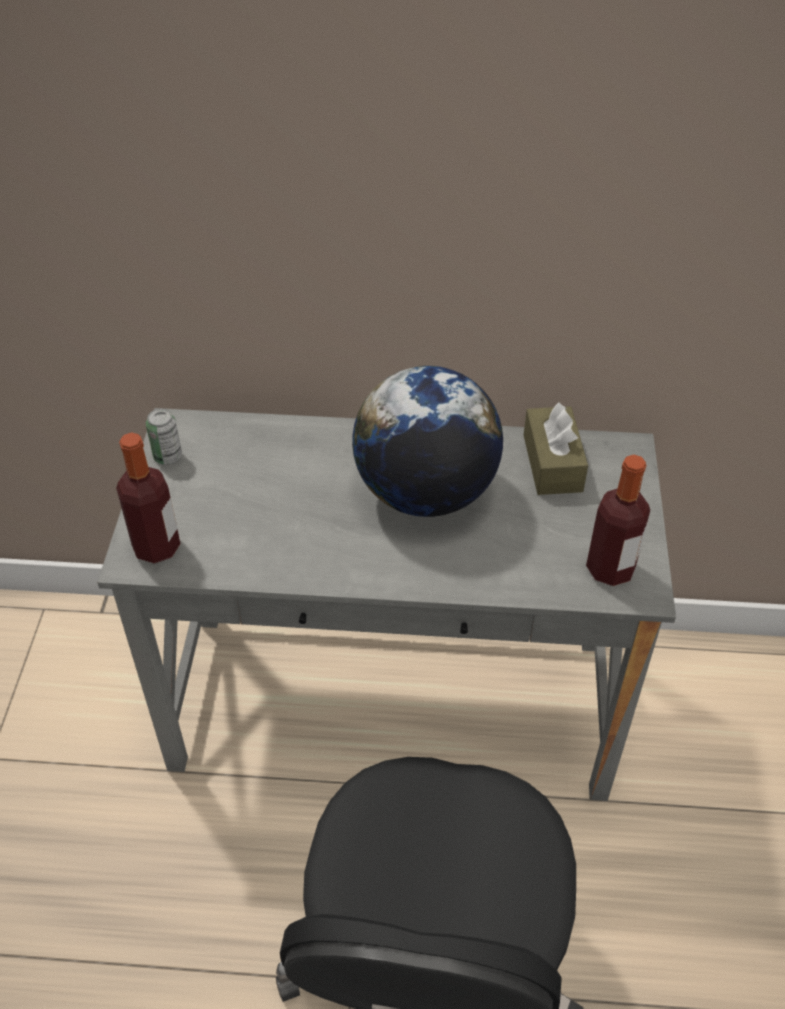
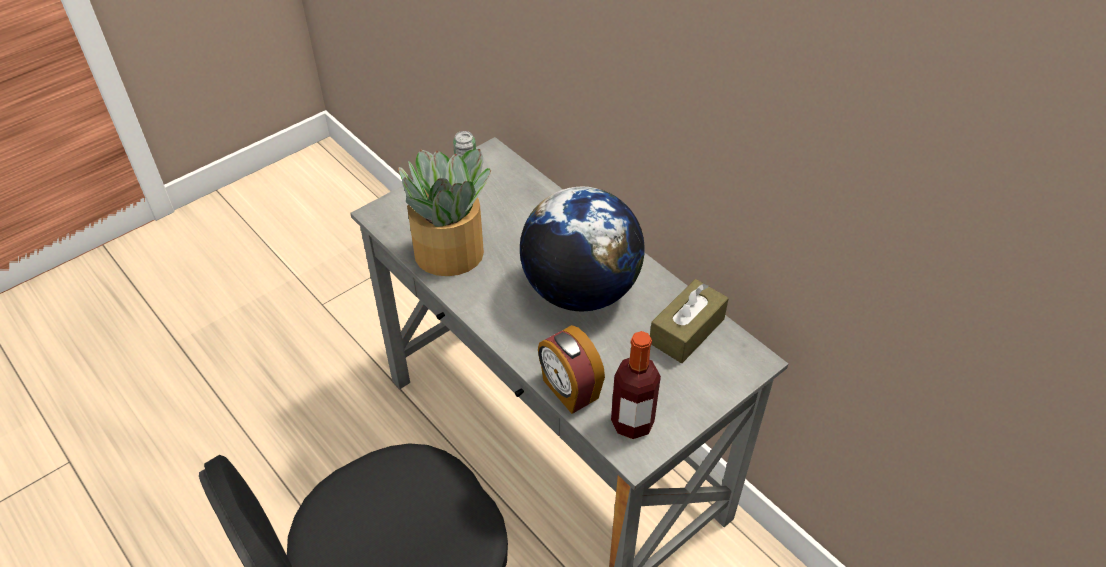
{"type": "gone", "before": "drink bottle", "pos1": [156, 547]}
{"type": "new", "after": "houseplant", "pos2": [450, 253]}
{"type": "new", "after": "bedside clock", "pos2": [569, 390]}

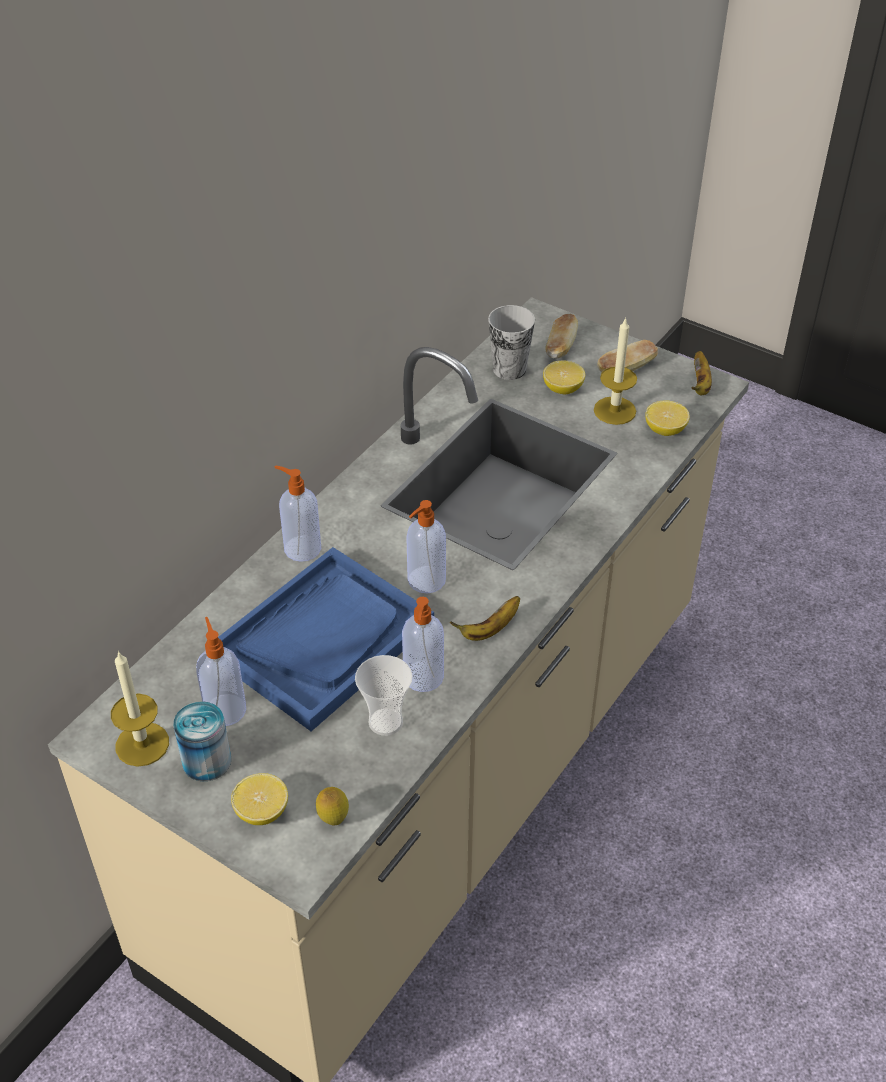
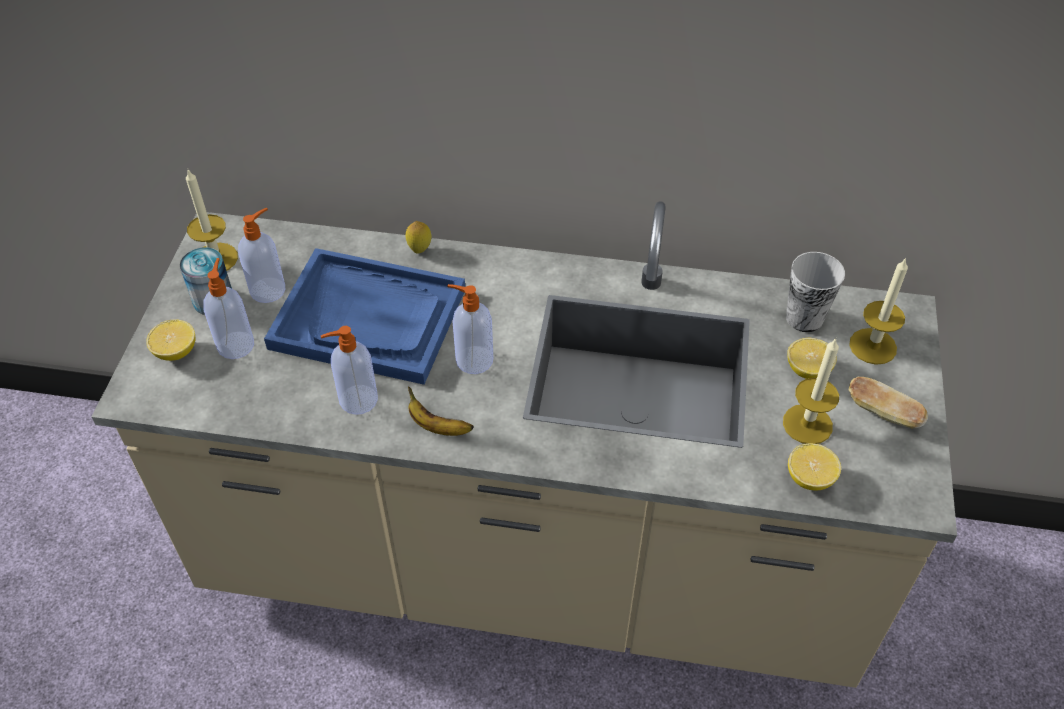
{"type": "swapped", "before": "bread", "after": "wax candle", "pos1": [560, 347], "pos2": [873, 346]}
{"type": "gone", "before": "banana", "pos1": [700, 384]}
{"type": "shifted", "before": "soap dispenser", "pos1": [301, 548], "pos2": [236, 344]}
{"type": "gone", "before": "cup", "pos1": [385, 722]}
{"type": "shifted", "before": "lemon", "pos1": [333, 818], "pos2": [419, 249]}

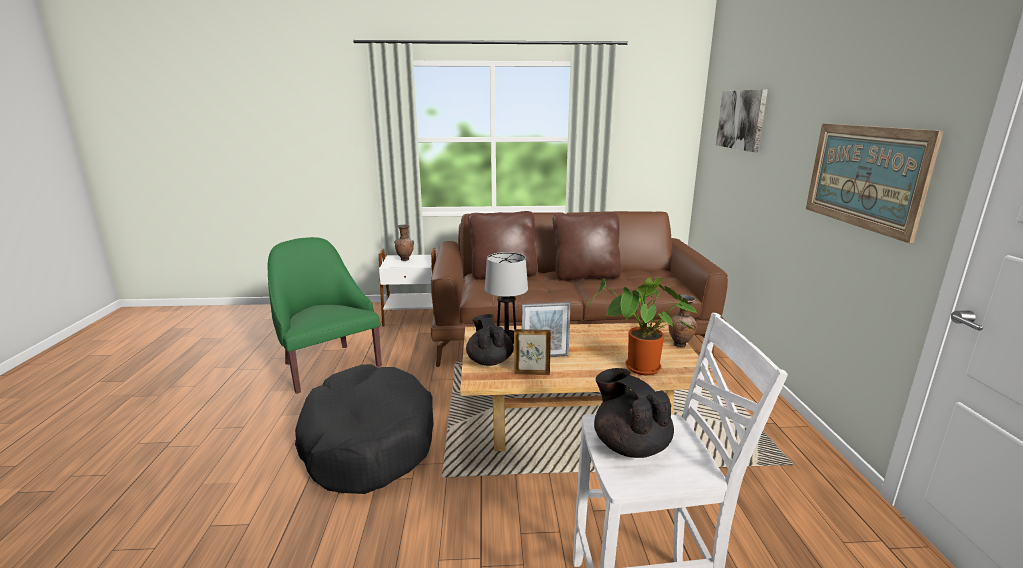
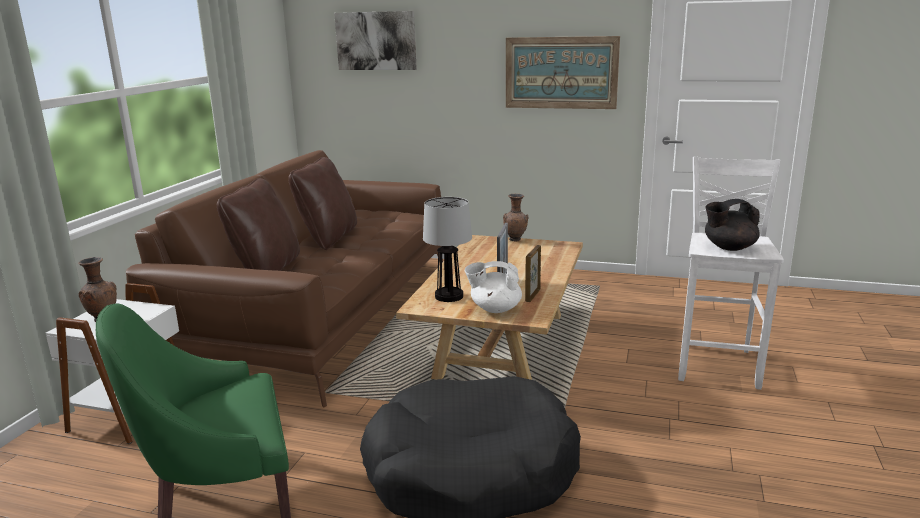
{"type": "gone", "before": "houseplant", "pos1": [640, 369]}
{"type": "repainted", "before": "black teapot", "after": "white teapot", "pos1": [489, 361], "pos2": [494, 309]}

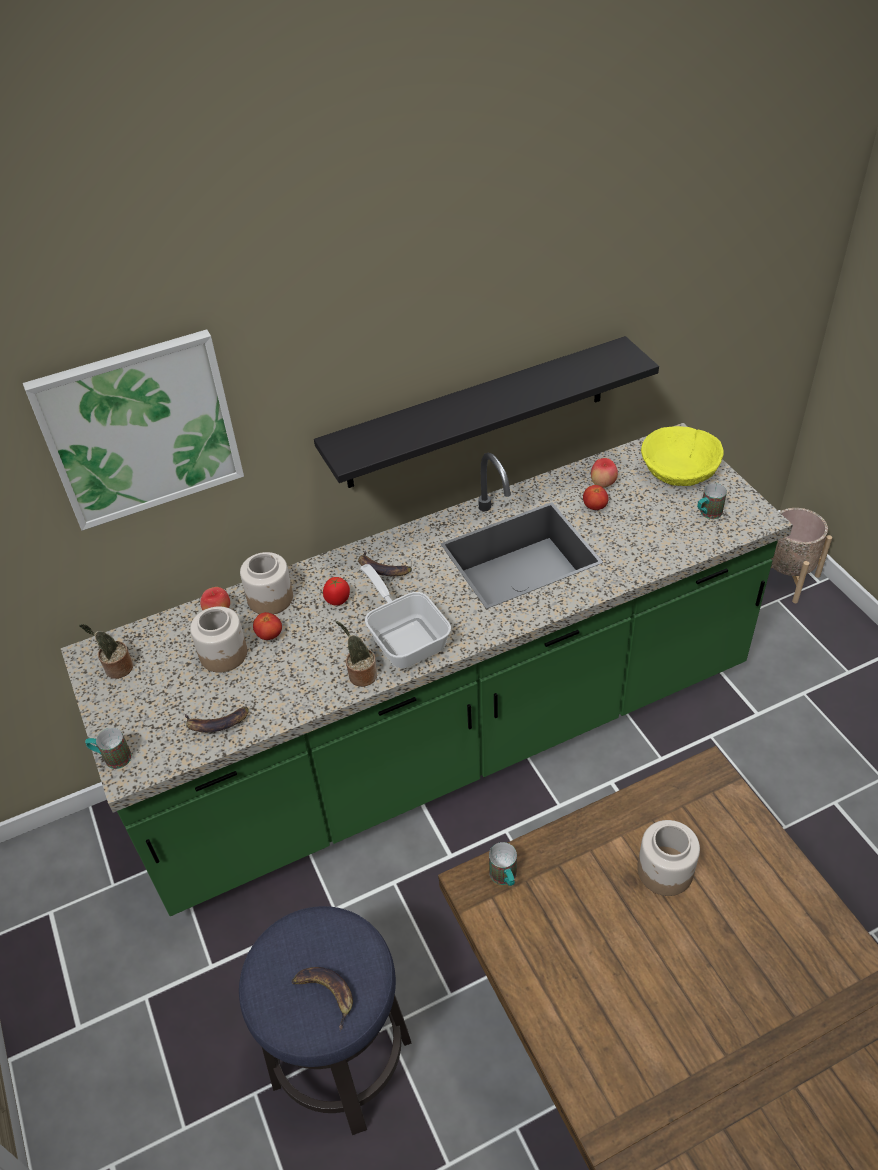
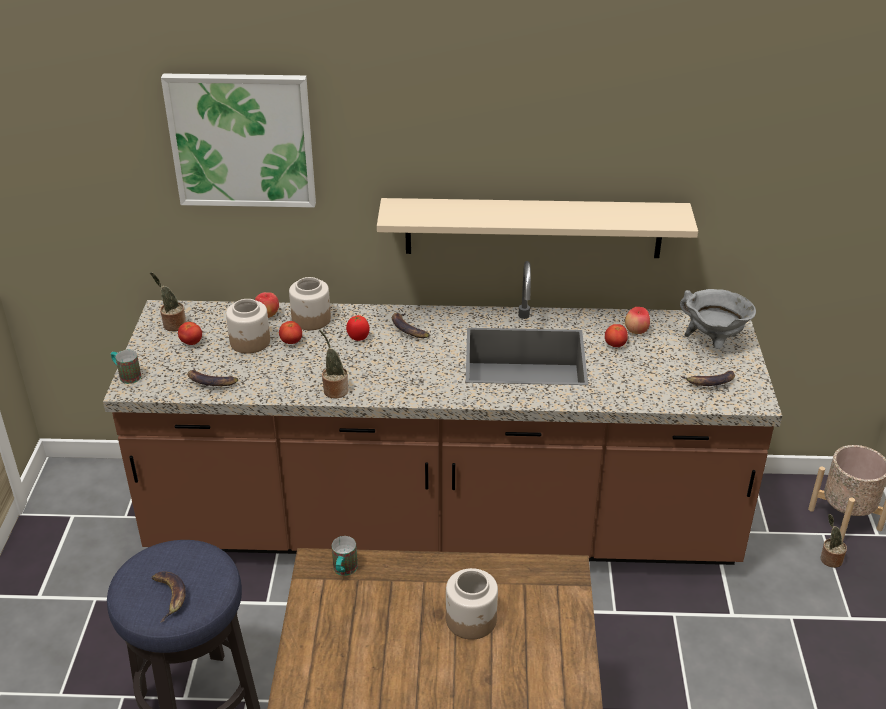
{"type": "repainted", "before": "black shelf", "after": "beige shelf", "pos1": [477, 413], "pos2": [533, 228]}
{"type": "repainted", "before": "green-coloured kitchen base unit", "after": "brown kitchen base unit", "pos1": [449, 739], "pos2": [443, 523]}
{"type": "swapped", "before": "yellow bowl", "after": "greyish stockpot", "pos1": [679, 469], "pos2": [713, 343]}
{"type": "swapped", "before": "mug", "after": "banana", "pos1": [707, 514], "pos2": [709, 382]}
{"type": "gone", "before": "pan", "pos1": [405, 637]}
{"type": "new", "after": "tomato", "pos2": [191, 342]}
{"type": "new", "after": "houseplant", "pos2": [829, 559]}

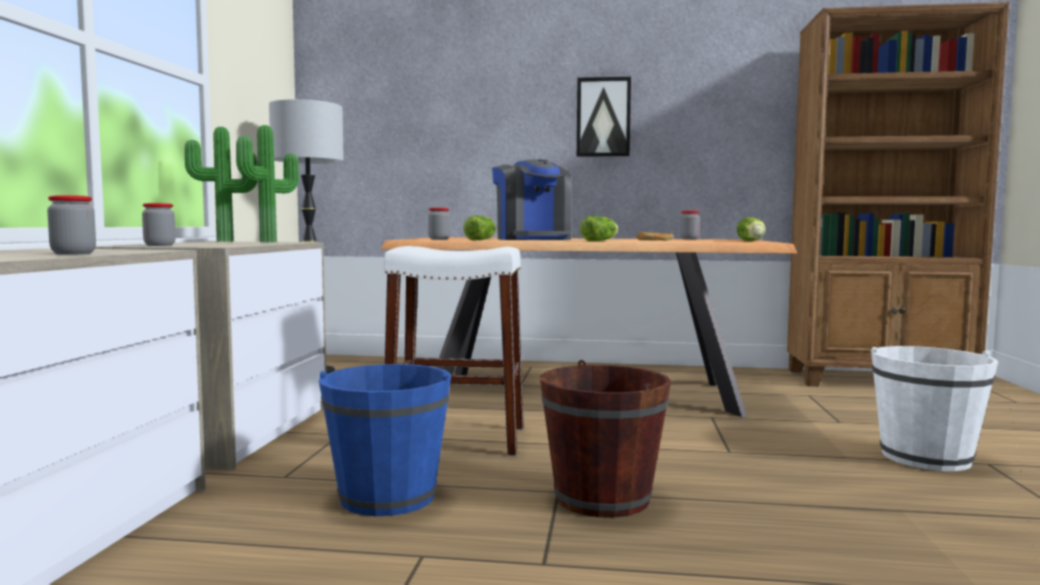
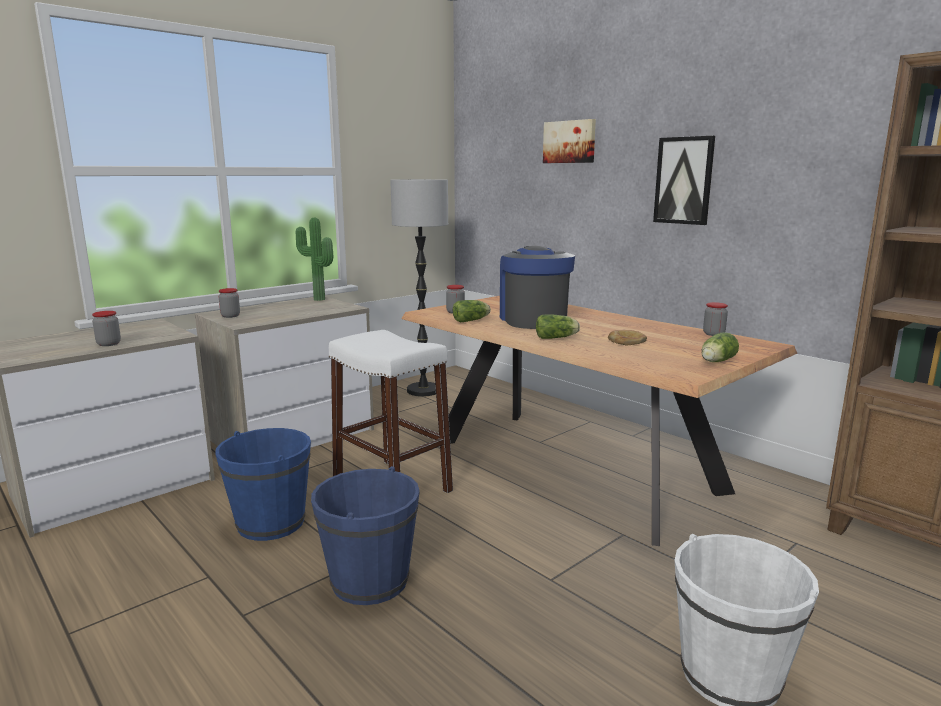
{"type": "gone", "before": "houseplant", "pos1": [271, 242]}
{"type": "rotated", "before": "coffee brewer", "pos1": [532, 239], "pos2": [533, 320], "turn": 150}
{"type": "repainted", "before": "brown water bucket", "after": "blue water bucket", "pos1": [602, 498], "pos2": [369, 581]}
{"type": "new", "after": "wall art", "pos2": [570, 142]}

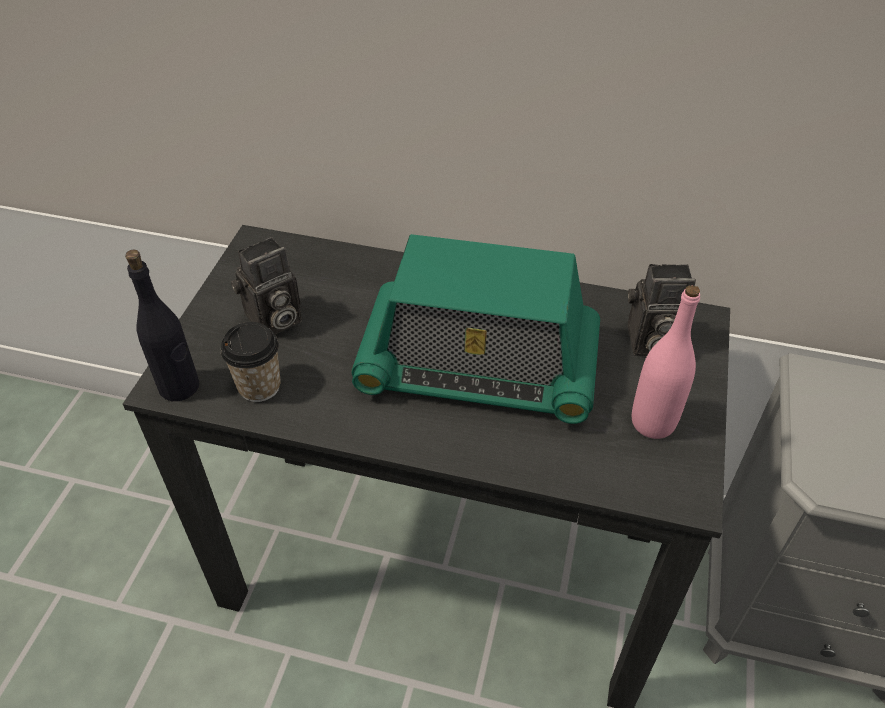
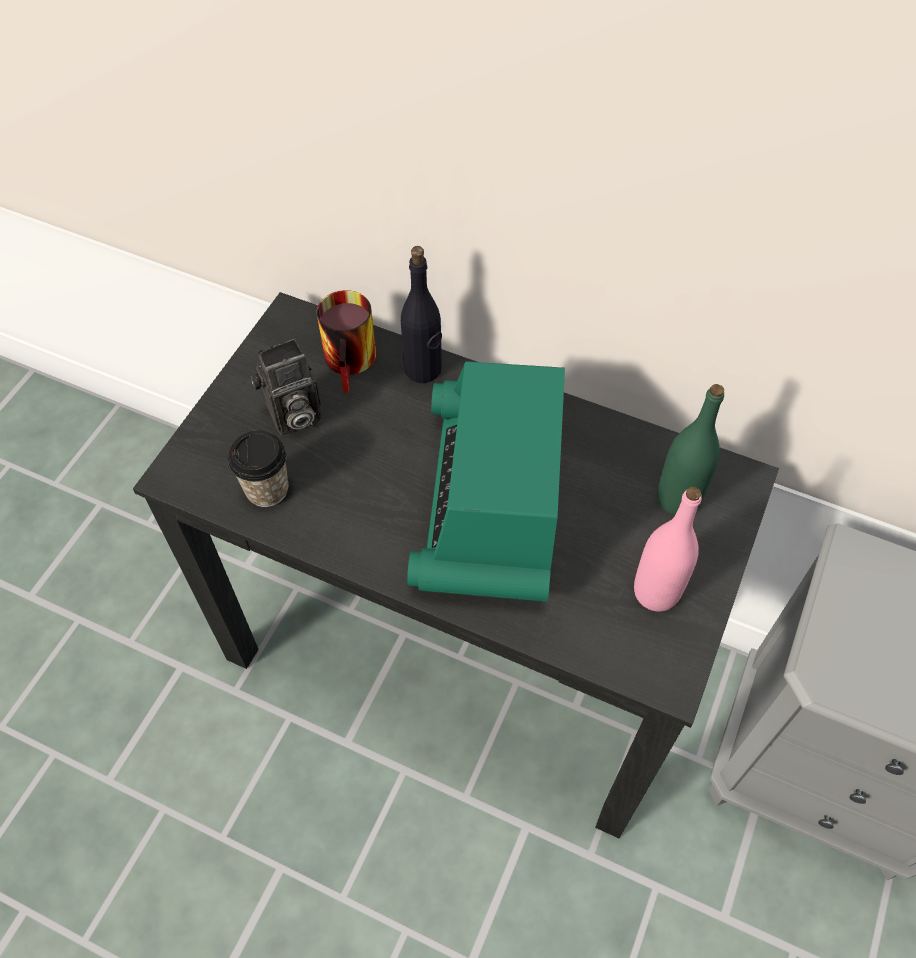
{"type": "rotated", "before": "radio", "pos1": [478, 367], "pos2": [490, 500], "turn": 75}
{"type": "shifted", "before": "black drink bottle", "pos1": [180, 387], "pos2": [423, 369]}
{"type": "swapped", "before": "photo camera", "after": "green-coloured drink bottle", "pos1": [649, 343], "pos2": [678, 498]}
{"type": "new", "after": "mug", "pos2": [354, 362]}

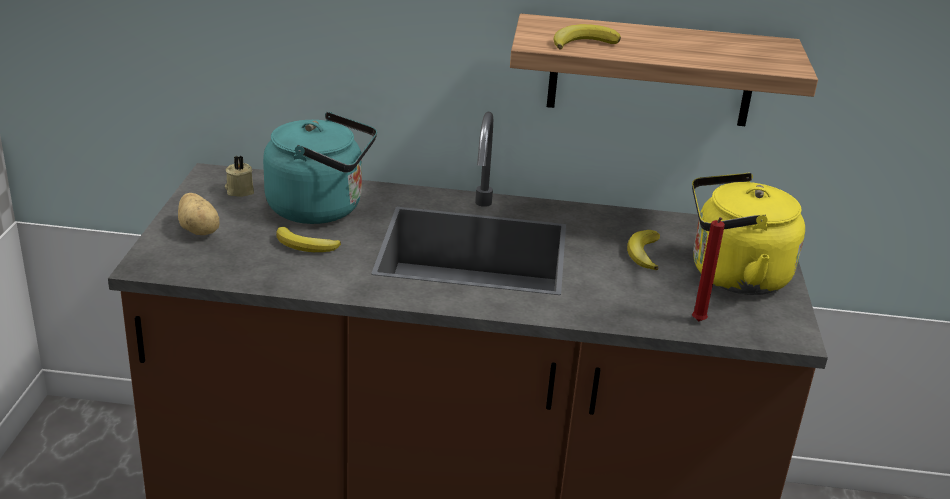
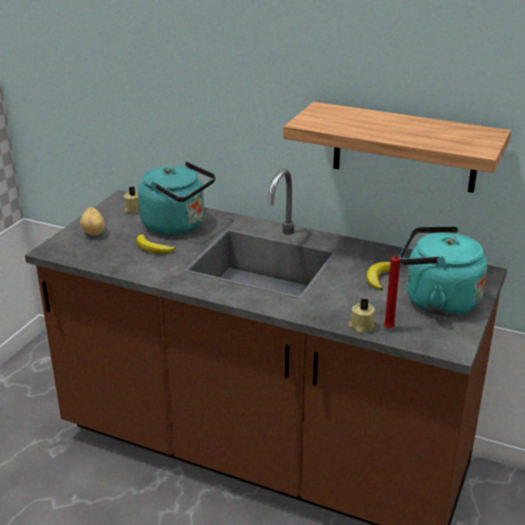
{"type": "gone", "before": "banana", "pos1": [583, 42]}
{"type": "repainted", "before": "yellow tea kettle", "after": "turquoise-coloured tea kettle", "pos1": [732, 276], "pos2": [436, 301]}
{"type": "new", "after": "beige wax candle", "pos2": [361, 326]}

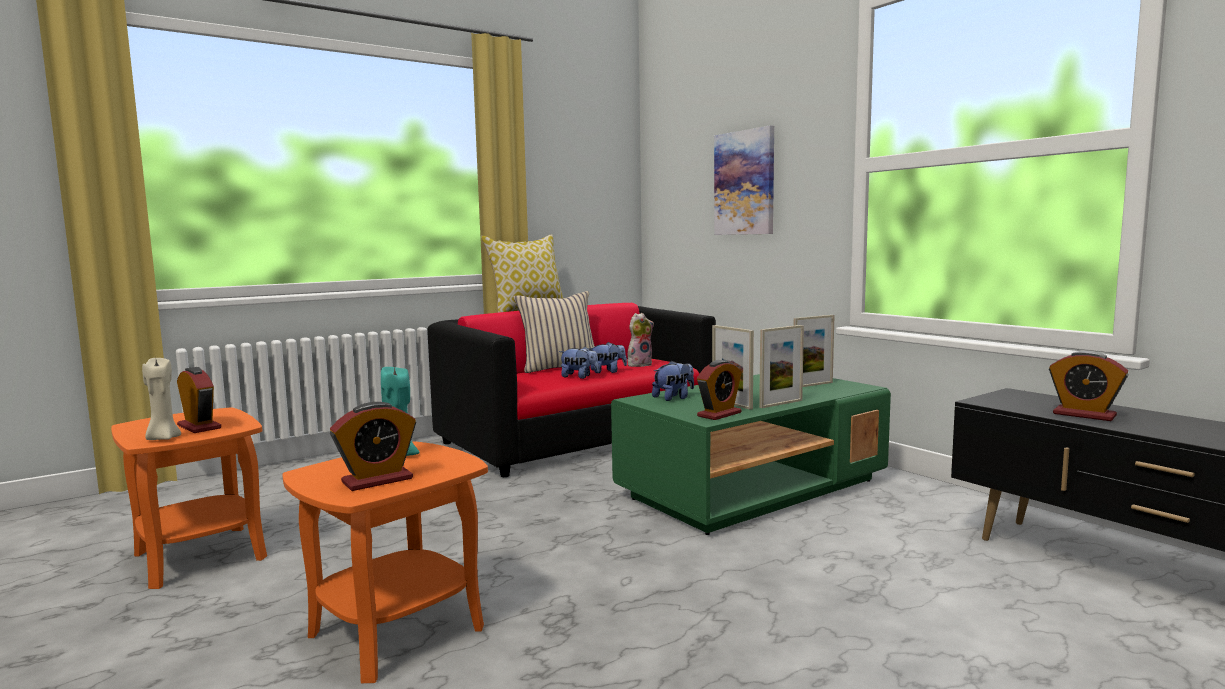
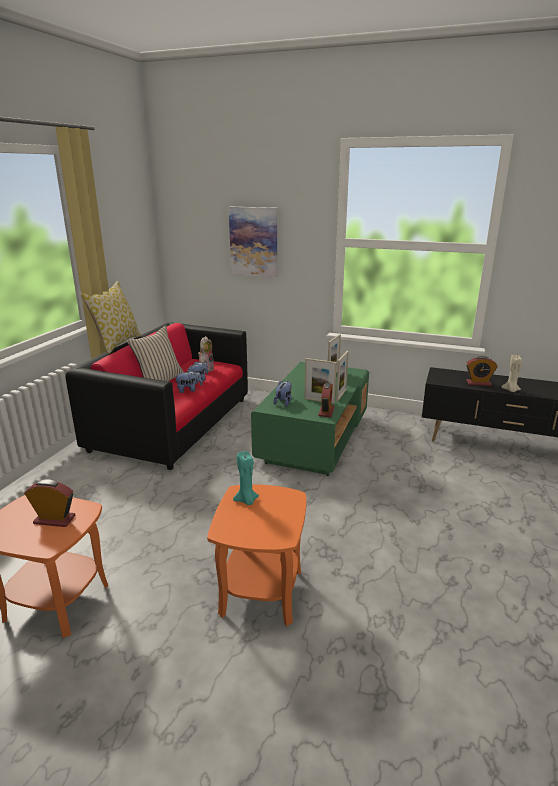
{"type": "shifted", "before": "beige wax candle", "pos1": [163, 438], "pos2": [511, 390]}
{"type": "gone", "before": "bedside clock", "pos1": [377, 480]}

